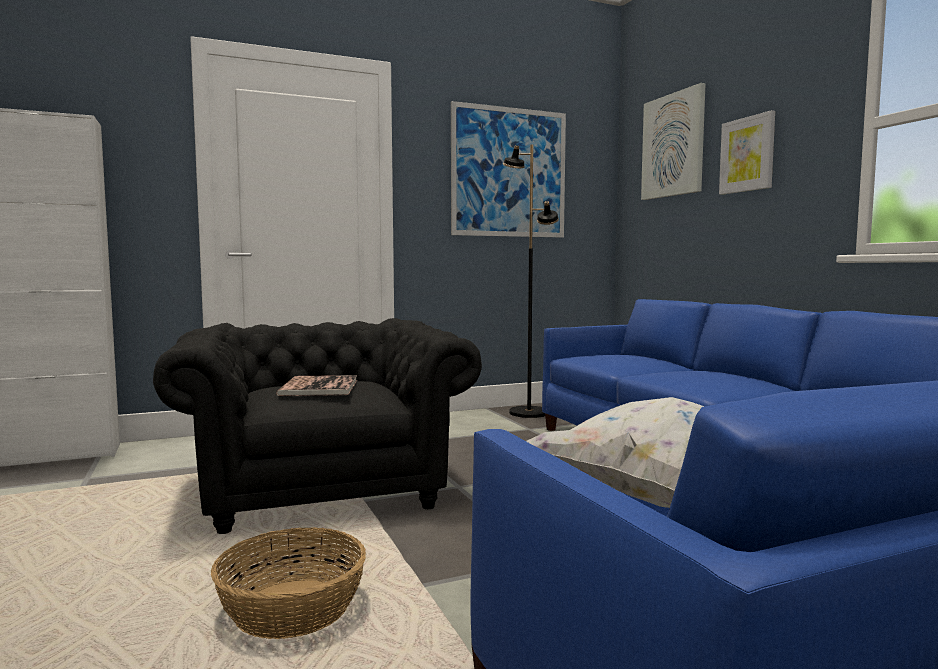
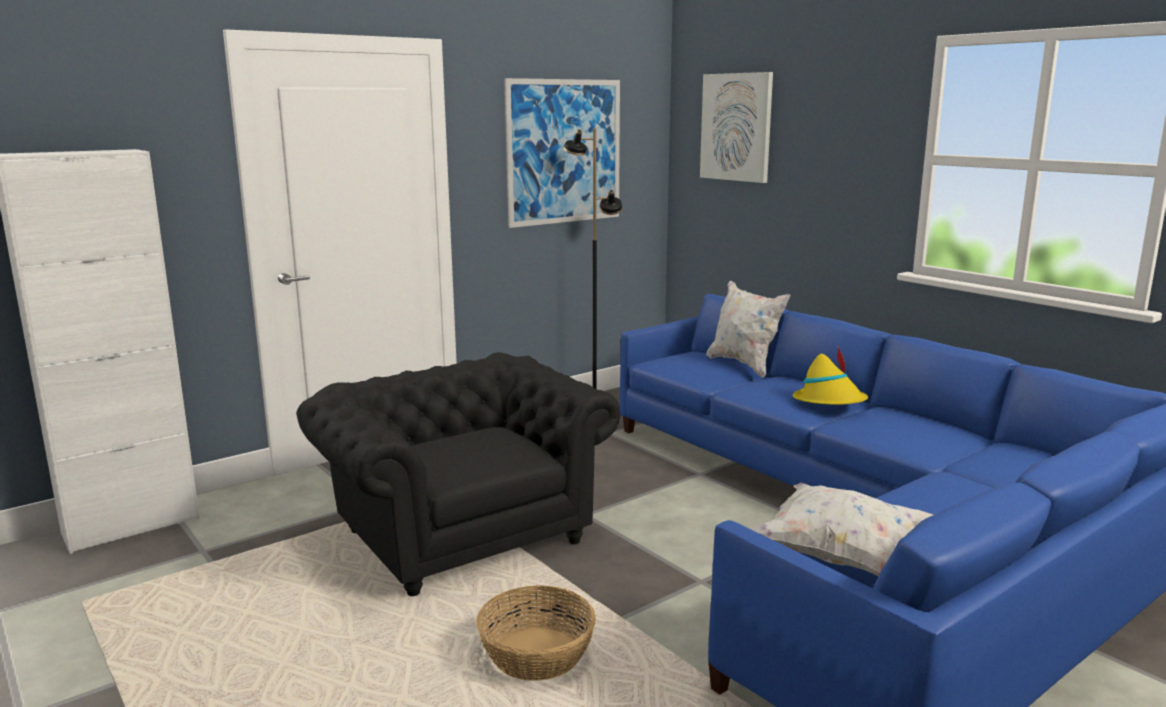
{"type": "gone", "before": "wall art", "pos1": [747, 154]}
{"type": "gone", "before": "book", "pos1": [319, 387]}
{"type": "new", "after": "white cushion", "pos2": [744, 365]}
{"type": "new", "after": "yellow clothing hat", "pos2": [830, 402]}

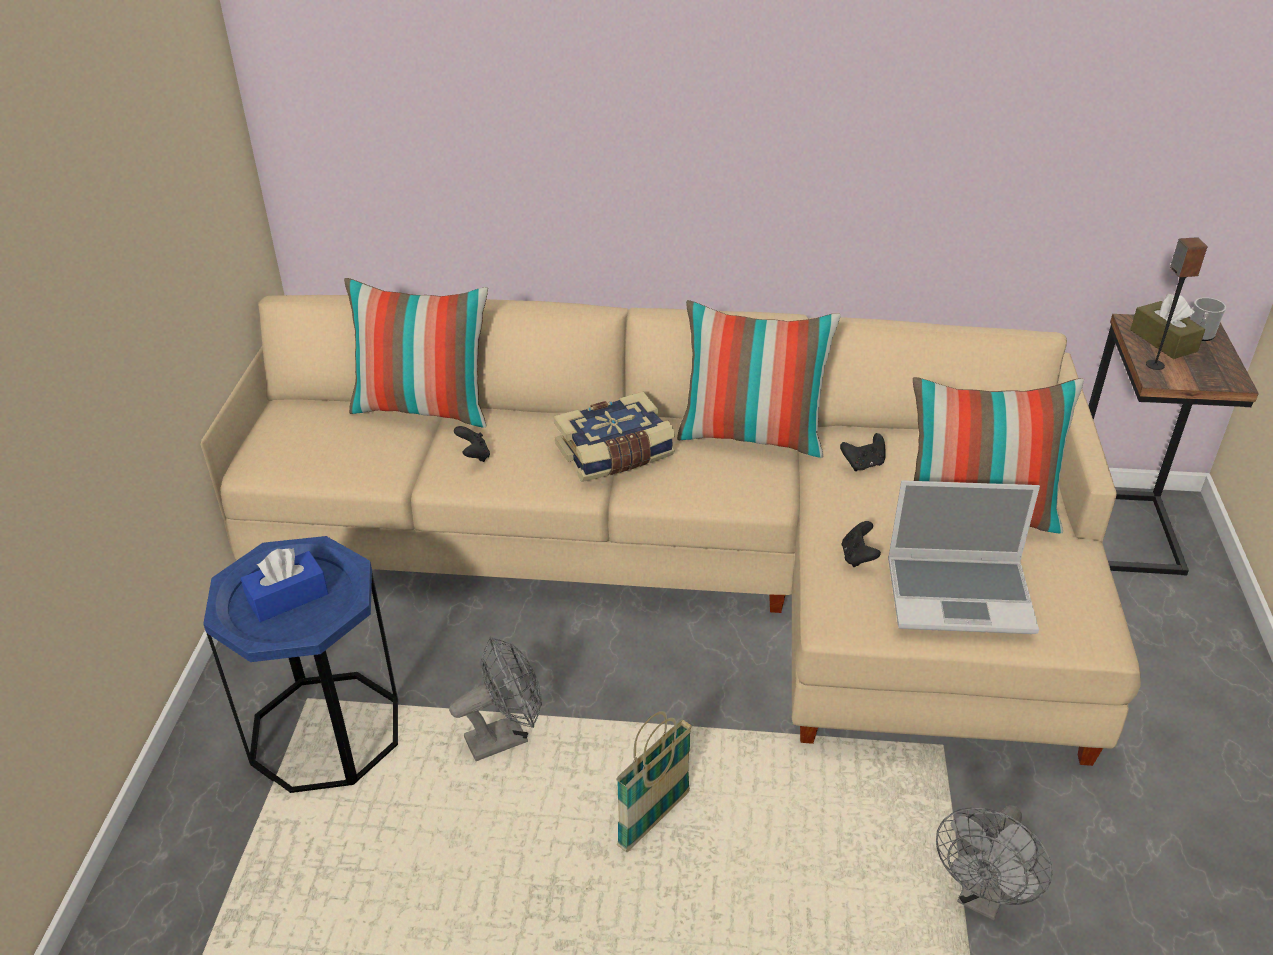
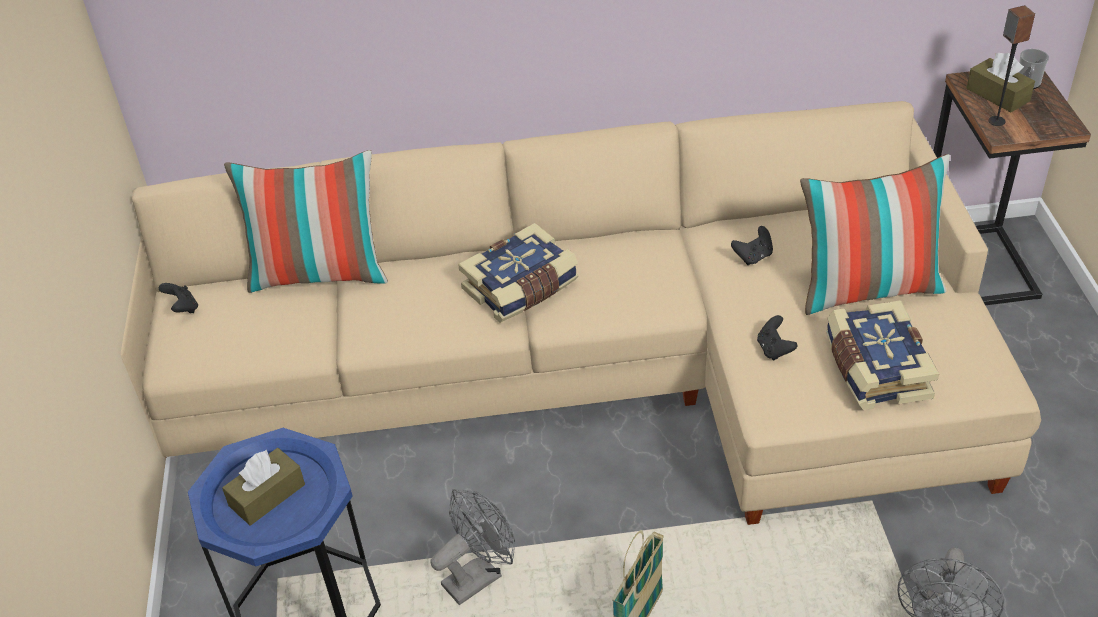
{"type": "gone", "before": "cushion", "pos1": [752, 436]}
{"type": "shifted", "before": "black joypad", "pos1": [474, 455], "pos2": [183, 308]}
{"type": "swapped", "before": "laptop", "after": "book", "pos1": [961, 595], "pos2": [874, 369]}
{"type": "repainted", "before": "blue tissue holder", "after": "brown tissue holder", "pos1": [288, 597], "pos2": [267, 495]}

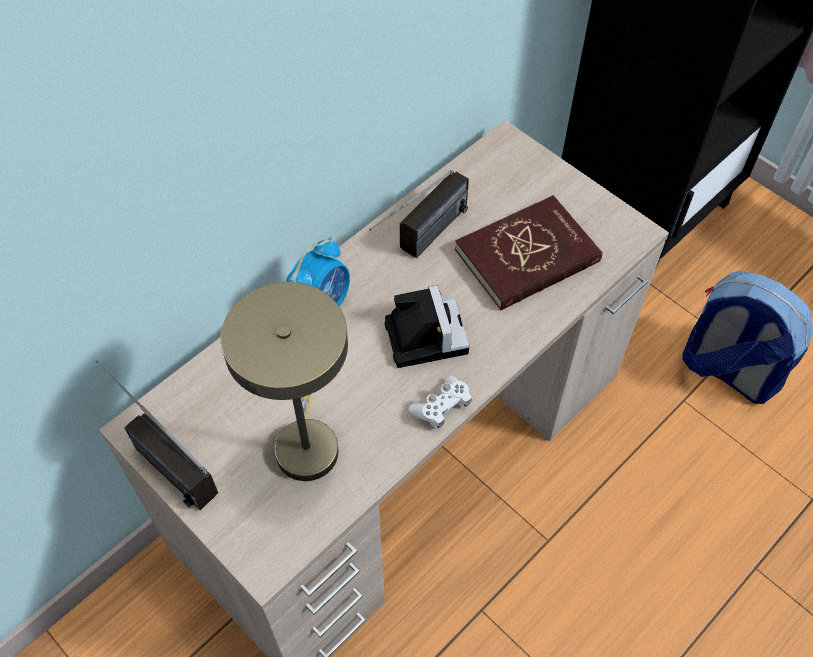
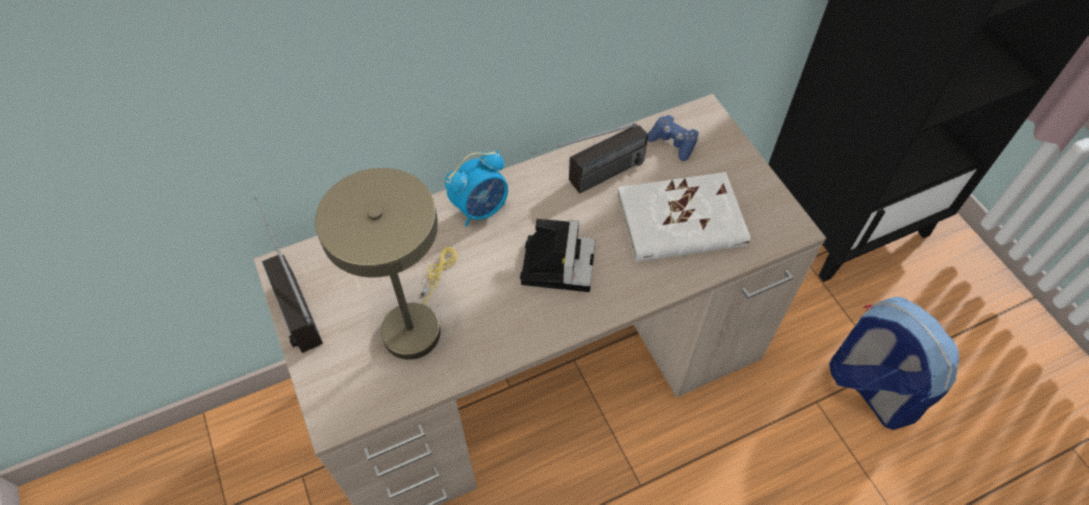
{"type": "repainted", "before": "reddish book", "after": "white book", "pos1": [527, 256], "pos2": [681, 221]}
{"type": "gone", "before": "white joypad", "pos1": [441, 406]}
{"type": "new", "after": "blue joypad", "pos2": [672, 142]}

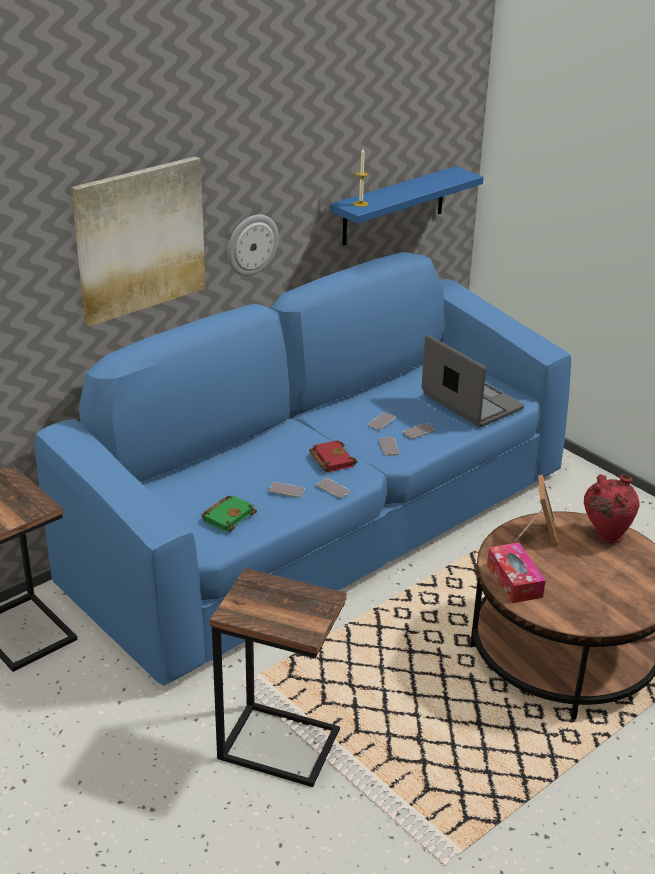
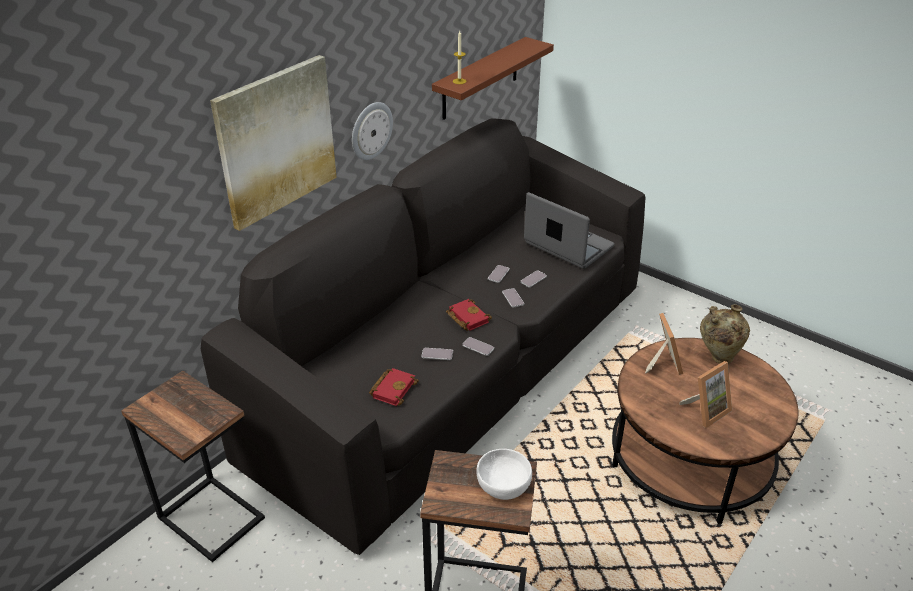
{"type": "repainted", "before": "blue shelf", "after": "brown shelf", "pos1": [394, 206], "pos2": [480, 79]}
{"type": "repainted", "before": "blue sofa", "after": "black sofa", "pos1": [325, 526], "pos2": [456, 369]}
{"type": "repainted", "before": "reddish decorative vase", "after": "beige decorative vase", "pos1": [605, 536], "pos2": [718, 357]}
{"type": "repainted", "before": "green-coloured book", "after": "reddish book", "pos1": [228, 516], "pos2": [393, 388]}
{"type": "gone", "before": "tissue holder", "pos1": [514, 580]}
{"type": "new", "after": "picture frame", "pos2": [705, 410]}
{"type": "new", "after": "white bowl", "pos2": [503, 486]}

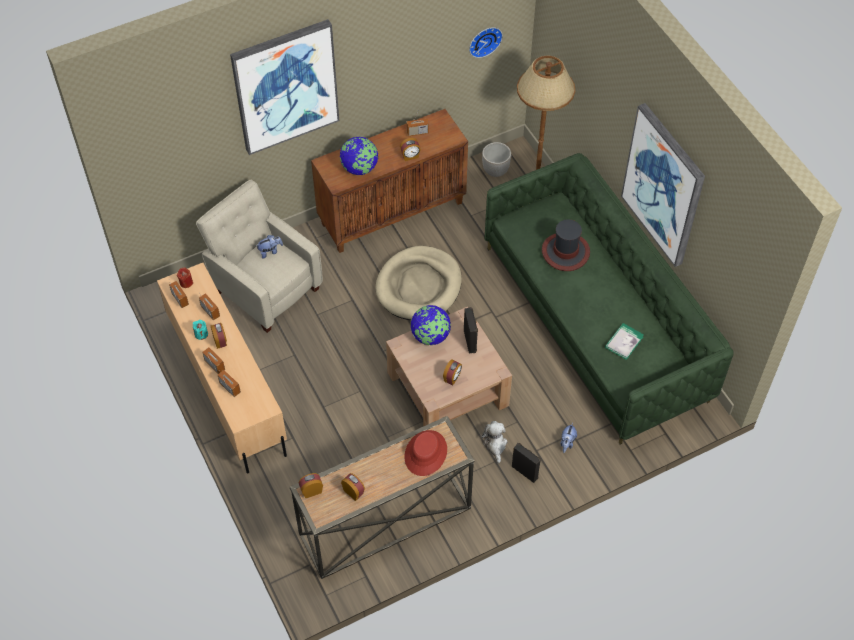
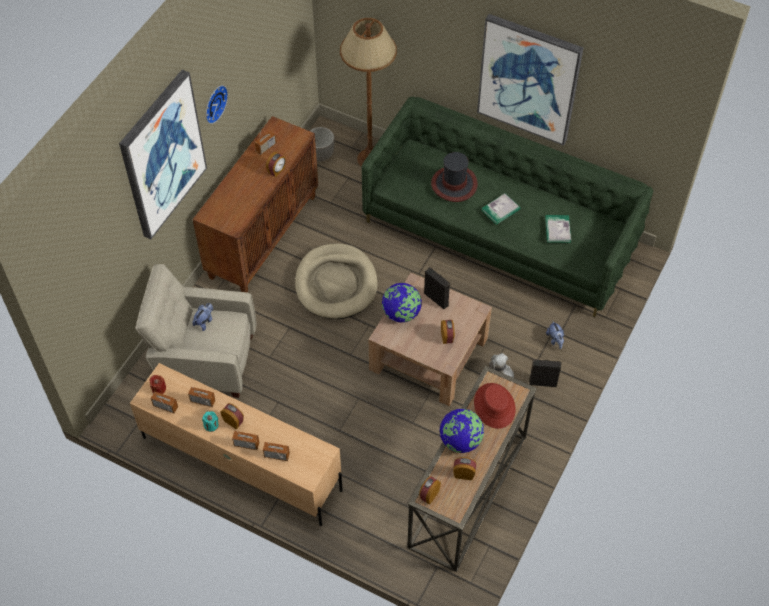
{"type": "shifted", "before": "hanging clock", "pos1": [484, 40], "pos2": [214, 103]}
{"type": "shifted", "before": "world globe", "pos1": [359, 168], "pos2": [460, 441]}
{"type": "new", "after": "book", "pos2": [500, 210]}

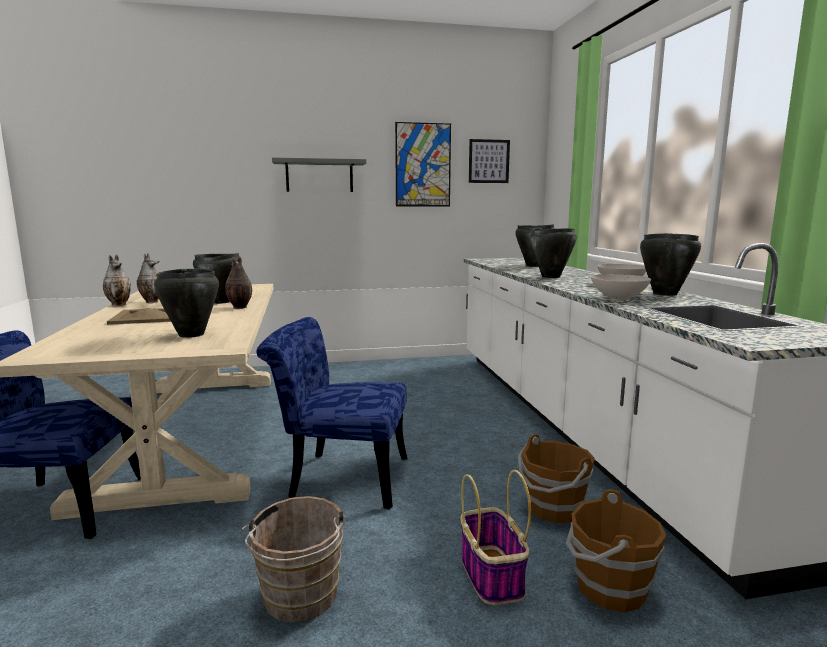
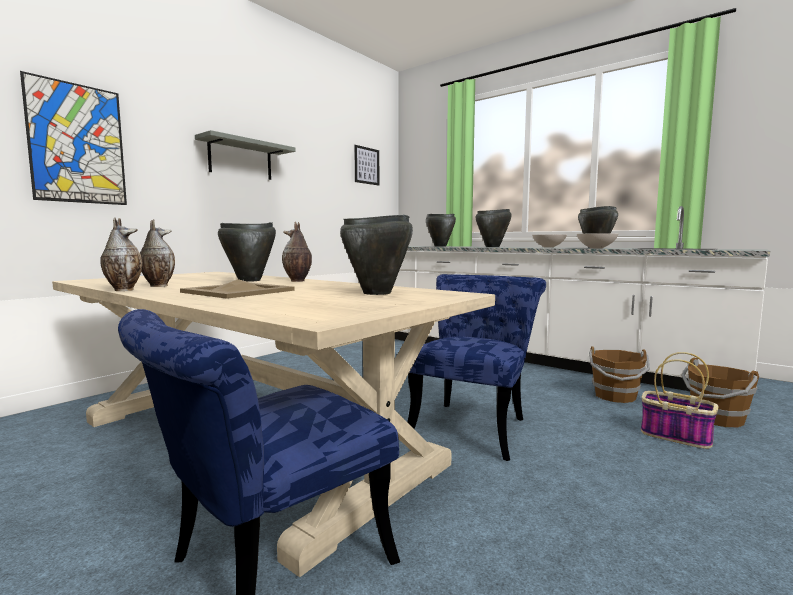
{"type": "shifted", "before": "wall art", "pos1": [423, 165], "pos2": [77, 144]}
{"type": "rotated", "before": "blue upright chair", "pos1": [339, 477], "pos2": [473, 425], "turn": 150}
{"type": "gone", "before": "brown water bucket", "pos1": [299, 600]}

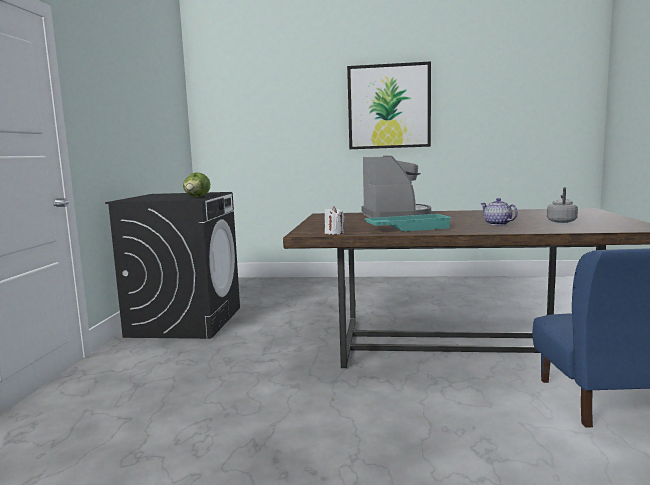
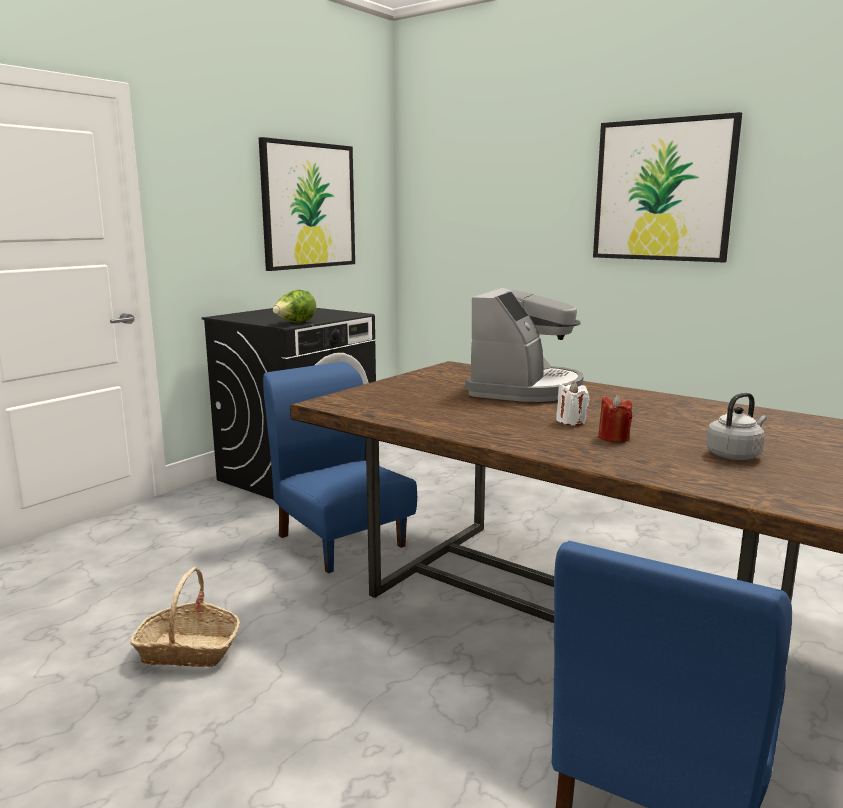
{"type": "swapped", "before": "teapot", "after": "reddish wax candle", "pos1": [497, 224], "pos2": [613, 438]}
{"type": "shifted", "before": "white wax candle", "pos1": [334, 233], "pos2": [571, 421]}
{"type": "gone", "before": "turquoise-coloured tray", "pos1": [408, 228]}
{"type": "new", "after": "wall art", "pos2": [308, 206]}
{"type": "new", "after": "blue upright chair", "pos2": [341, 540]}
{"type": "new", "after": "basket", "pos2": [188, 650]}

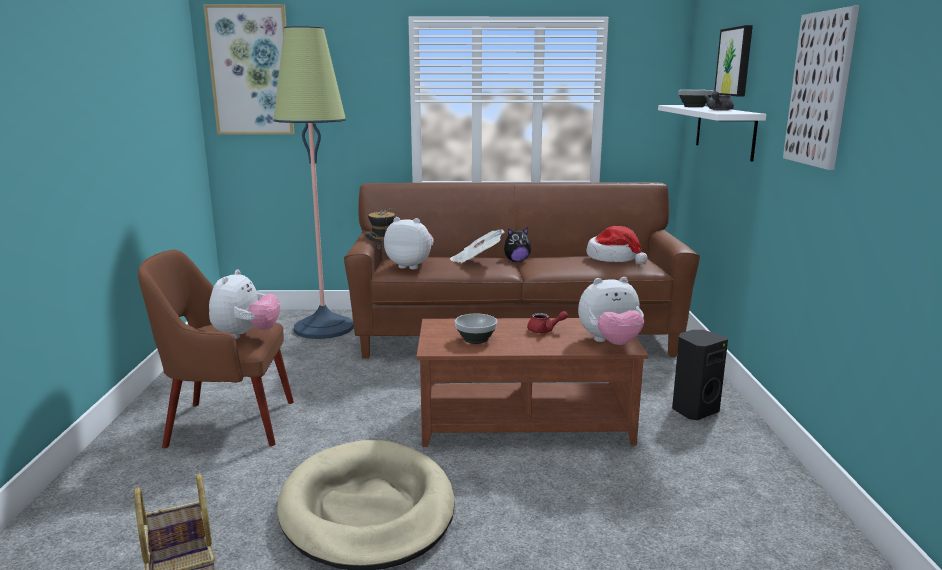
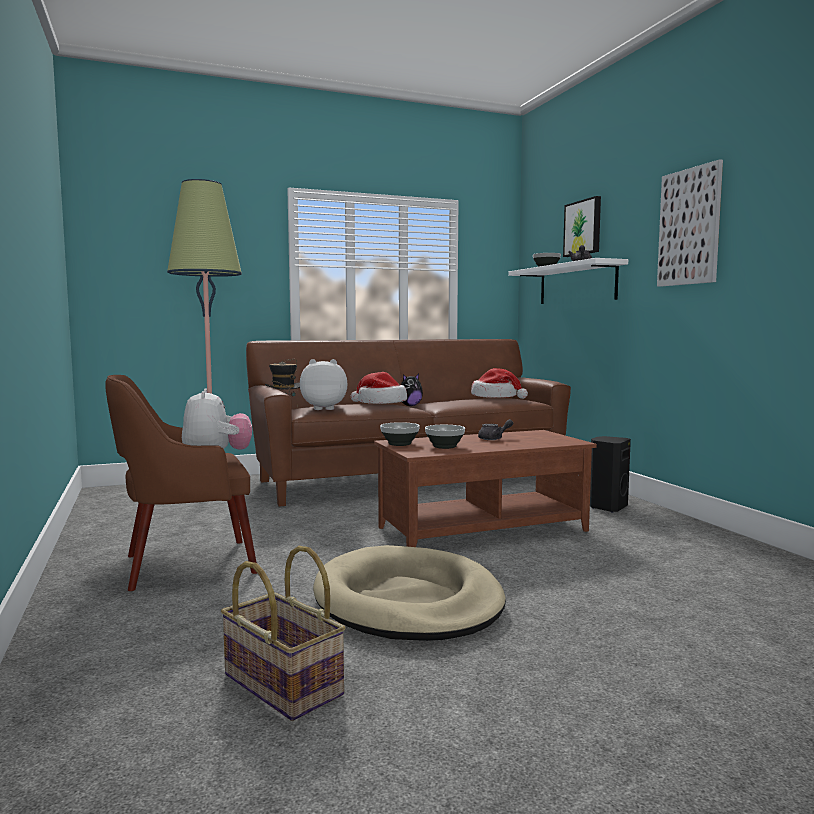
{"type": "gone", "before": "wall art", "pos1": [251, 71]}
{"type": "swapped", "before": "printed paper", "after": "clothing hat", "pos1": [476, 260], "pos2": [380, 403]}
{"type": "gone", "before": "plush toy", "pos1": [610, 343]}
{"type": "repainted", "before": "reddish teapot", "after": "greyish teapot", "pos1": [544, 331], "pos2": [494, 439]}
{"type": "new", "after": "bowl", "pos2": [400, 444]}

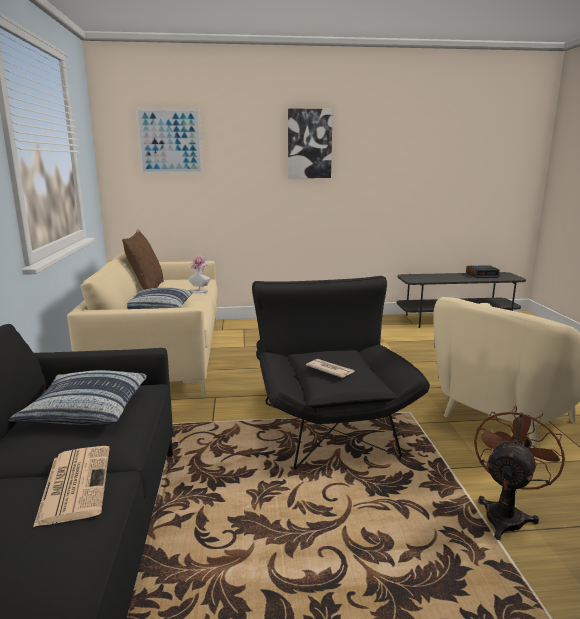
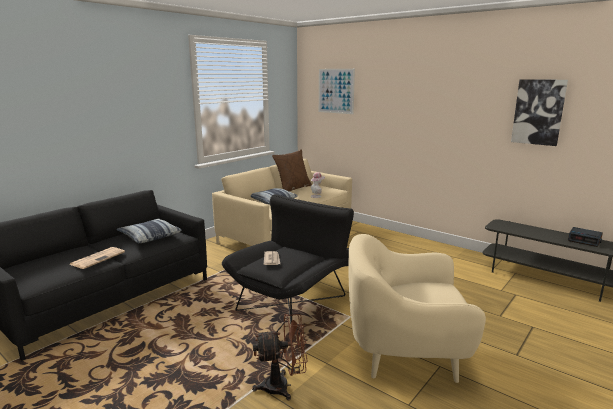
{"type": "shifted", "before": "wall art", "pos1": [309, 144], "pos2": [538, 112]}

